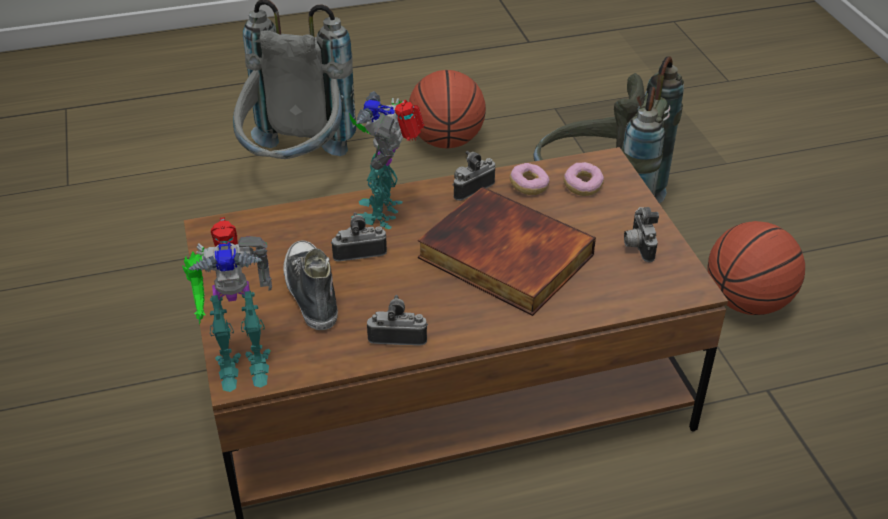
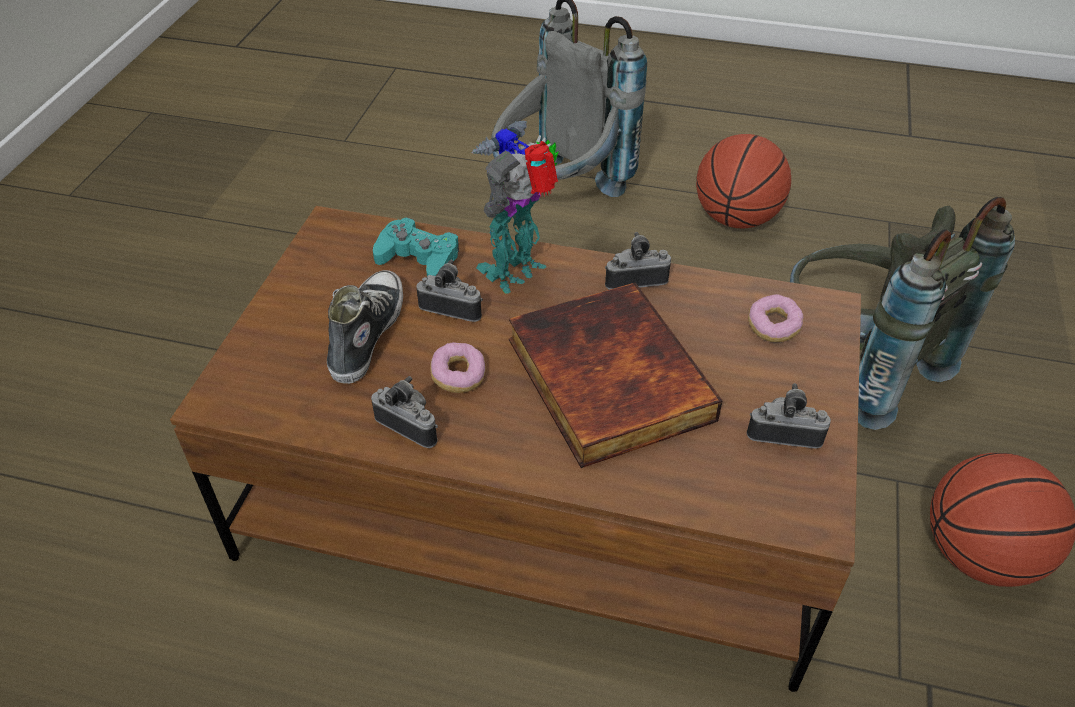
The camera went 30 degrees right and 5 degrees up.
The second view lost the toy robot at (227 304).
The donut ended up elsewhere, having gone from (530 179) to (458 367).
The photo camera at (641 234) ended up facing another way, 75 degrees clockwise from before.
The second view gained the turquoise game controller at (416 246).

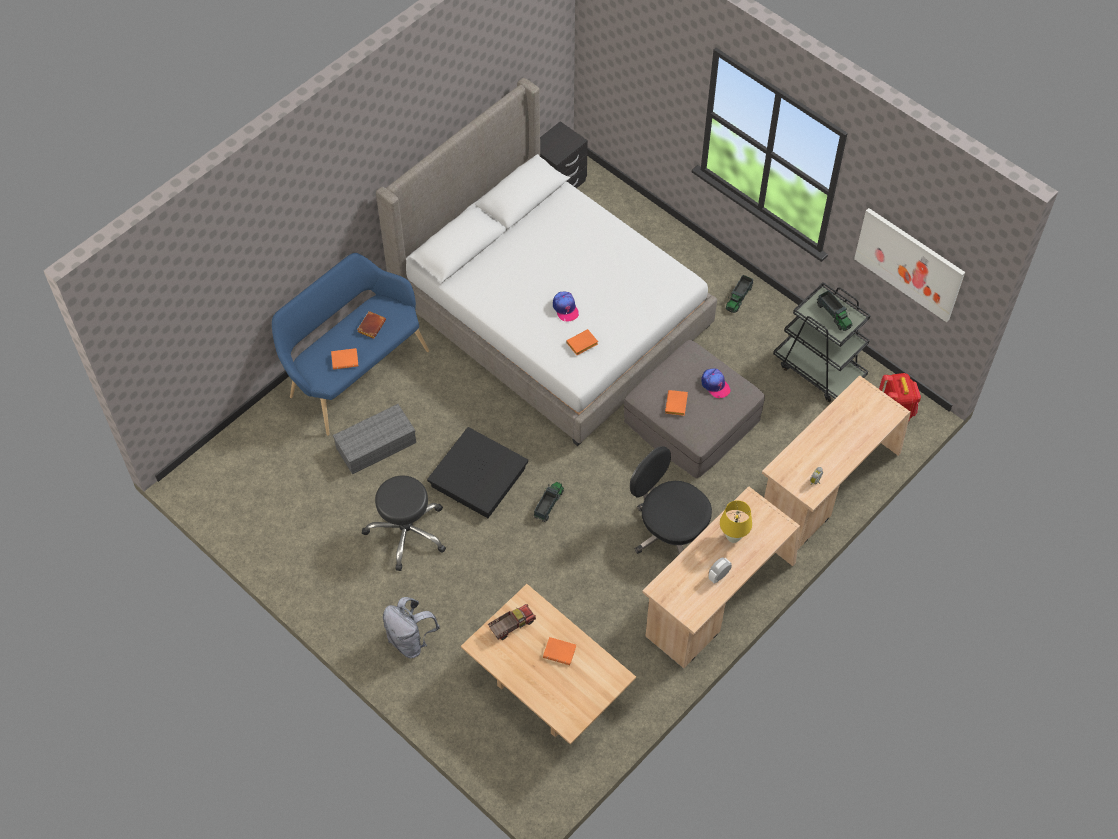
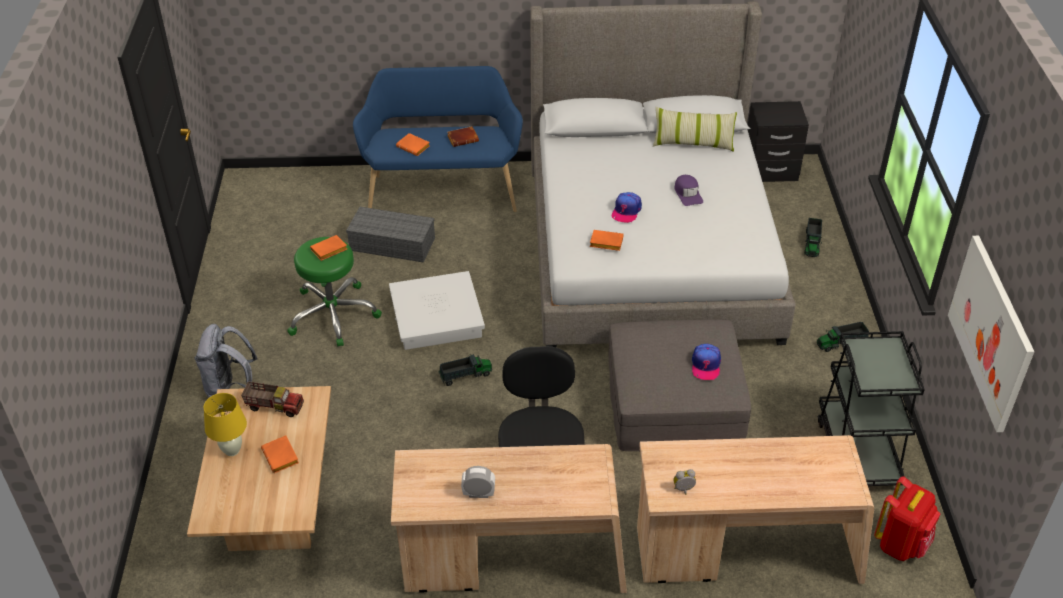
The camera went 45 degrees right and 15 degrees down.
What was the black stool at (404 523) turned into the green stool at (334 291).
What was the black storage box at (477 472) turned into the white storage box at (437 310).
The orange book ended up elsewhere, having gone from (676 403) to (328 248).
The yellow table lamp ended up elsewhere, having gone from (736 521) to (225 424).
The toy truck ended up elsewhere, having gone from (834 310) to (813 237).
The second view gained the pillow at (695 129).
The second view gained the purple cap at (688 190).

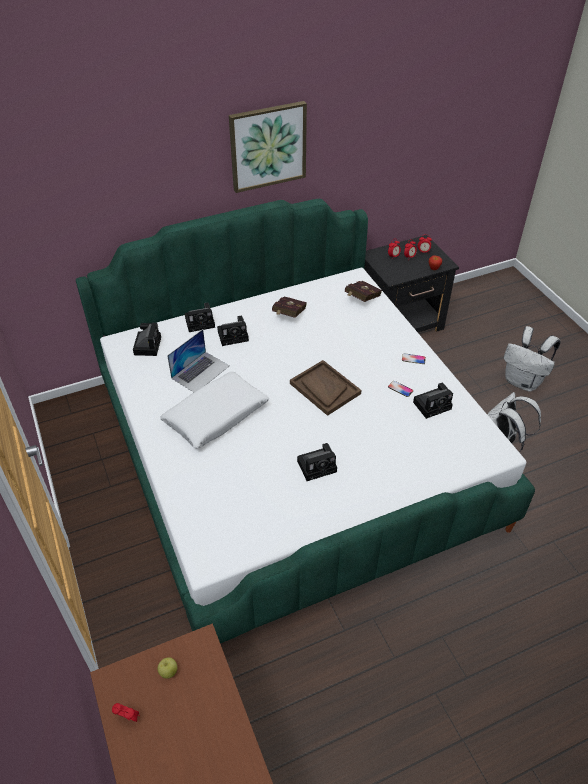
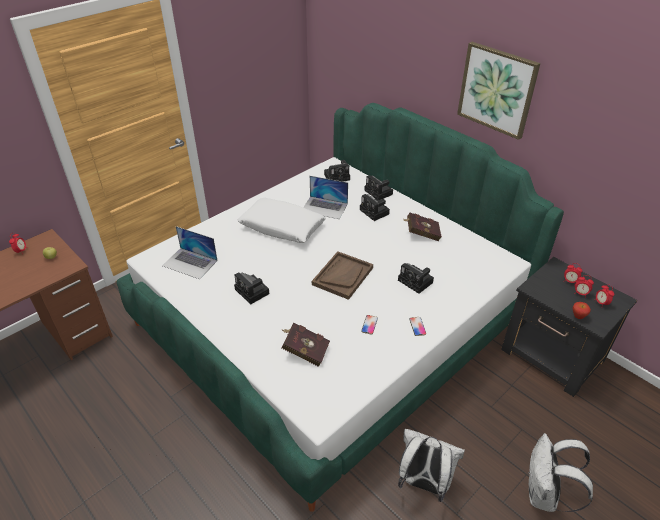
The camera went 70 degrees right and 5 degrees down.
The red book ended up elsewhere, having gone from (363 291) to (305 345).
The photo camera ended up elsewhere, having gone from (433 401) to (416 278).
The second view gained the laptop at (190 252).

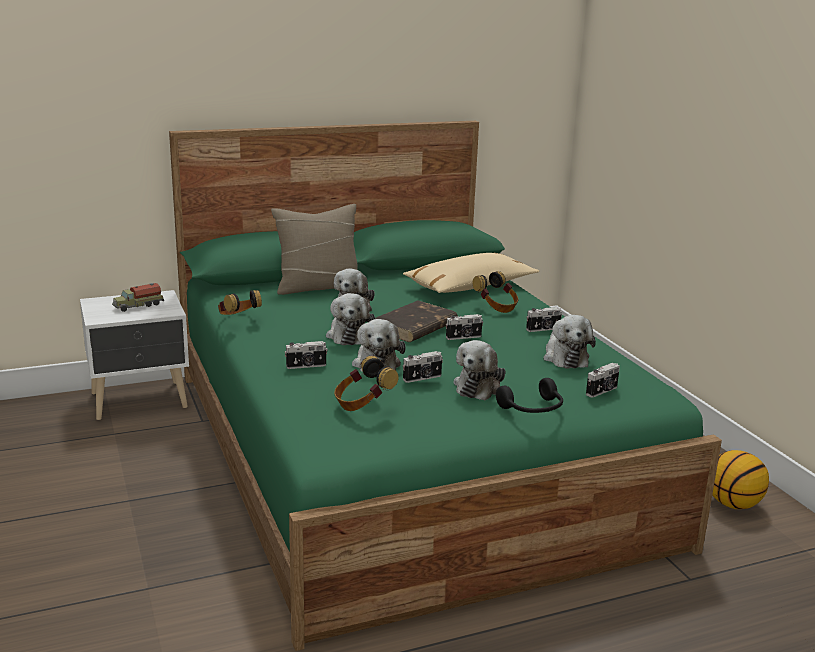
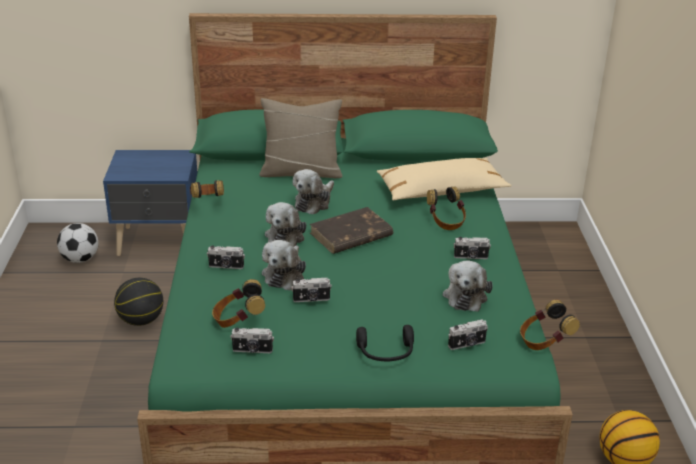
The camera went 20 degrees right and 10 degrees up.
What was the white nightstand at (134 355) turned into the blue nightstand at (150 203).
The second view lost the toy truck at (138 297).
The photo camera ended up elsewhere, having gone from (464 327) to (252 340).
The second view lost the plush toy at (479 370).
The second view gained the football at (78 243).
The second view gained the basketball at (138 302).
The second view gained the headphones at (550 325).

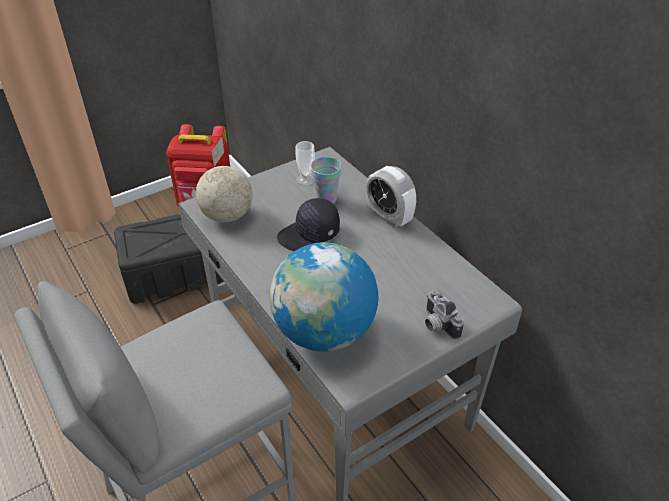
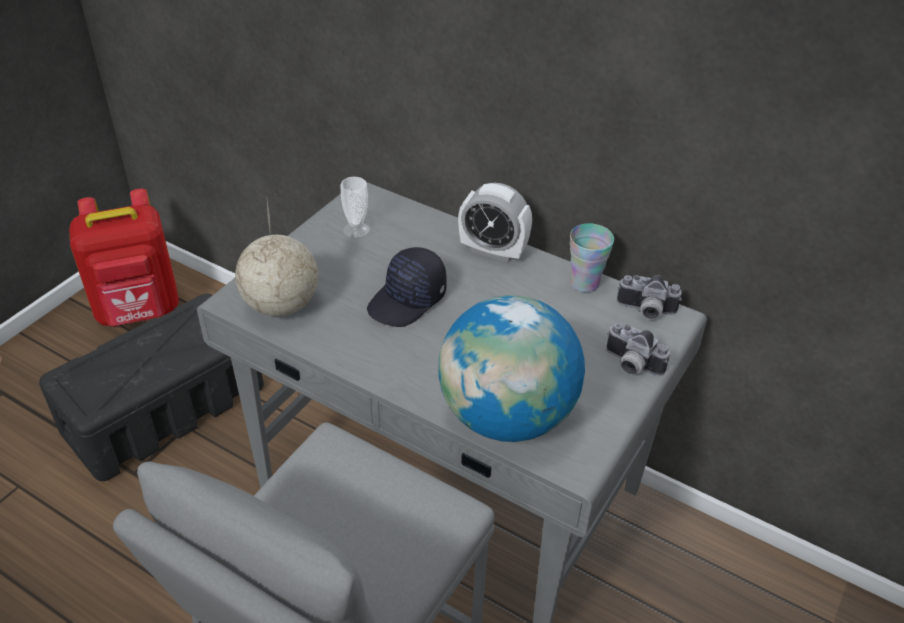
The camera went 25 degrees left and 0 degrees up.
The cup ended up elsewhere, having gone from (326 180) to (592 258).
The second view gained the photo camera at (649 297).

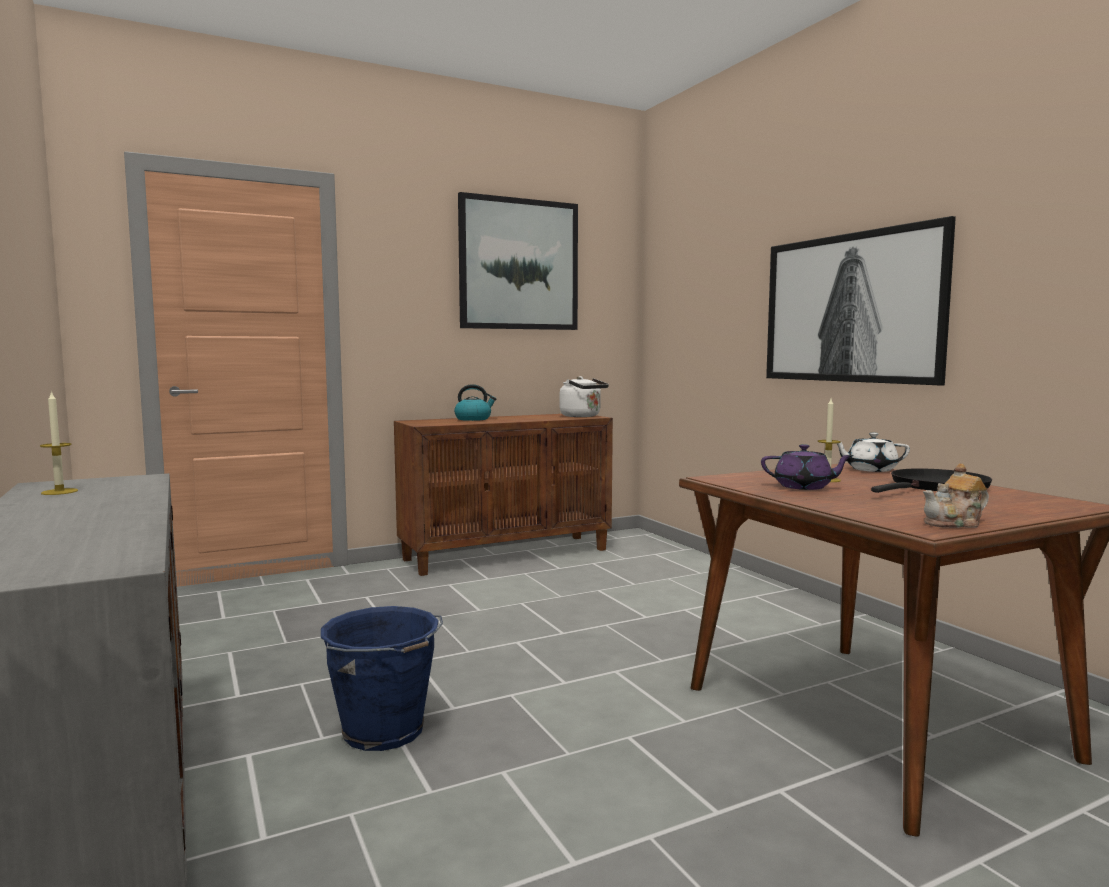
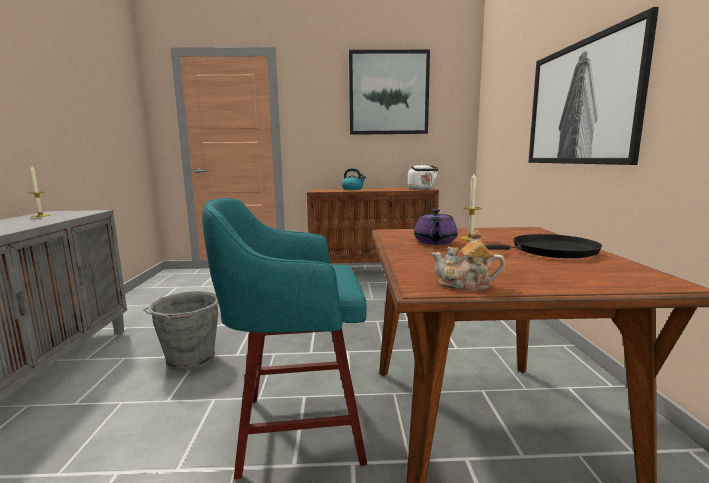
The camera went 25 degrees right and 5 degrees up.
What was the blue bucket at (382 678) turned into the grey bucket at (181 331).
The purple teapot at (807 467) ended up facing another way, 60 degrees clockwise from before.
The second view lost the white teapot at (873 452).
The second view gained the turquoise stool at (284 338).

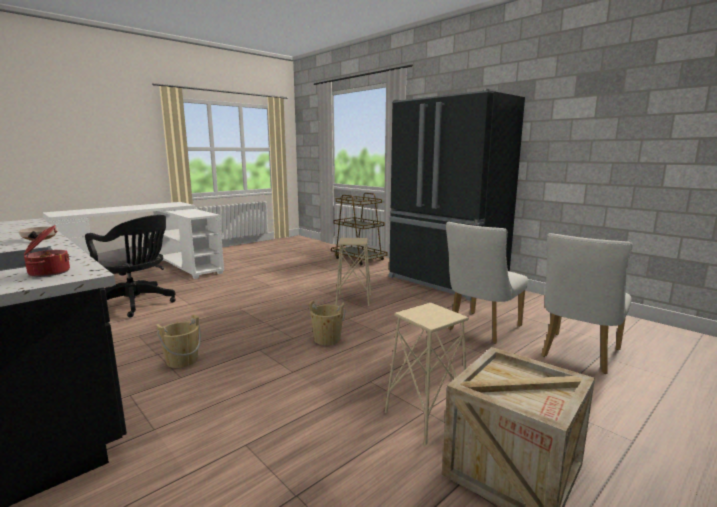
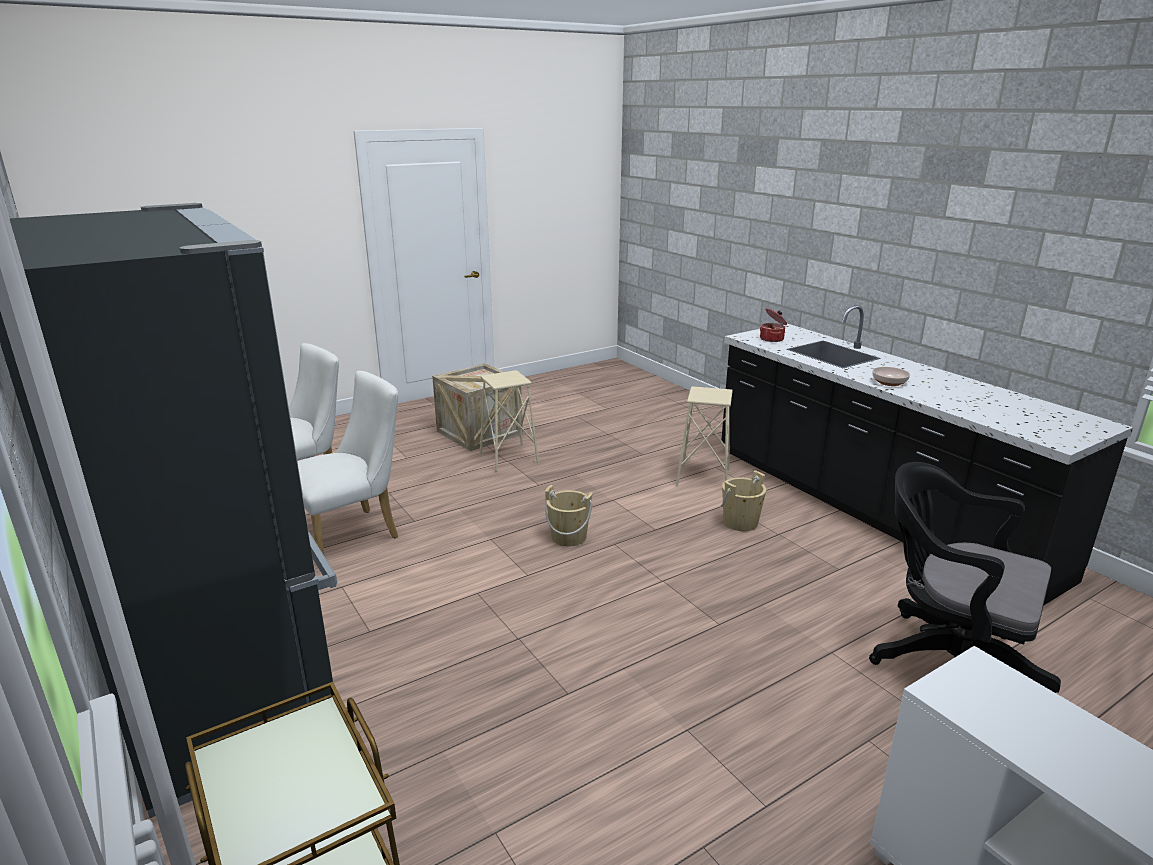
The camera went 170 degrees left and 10 degrees up.
The beige stool ended up elsewhere, having gone from (353 272) to (704 436).

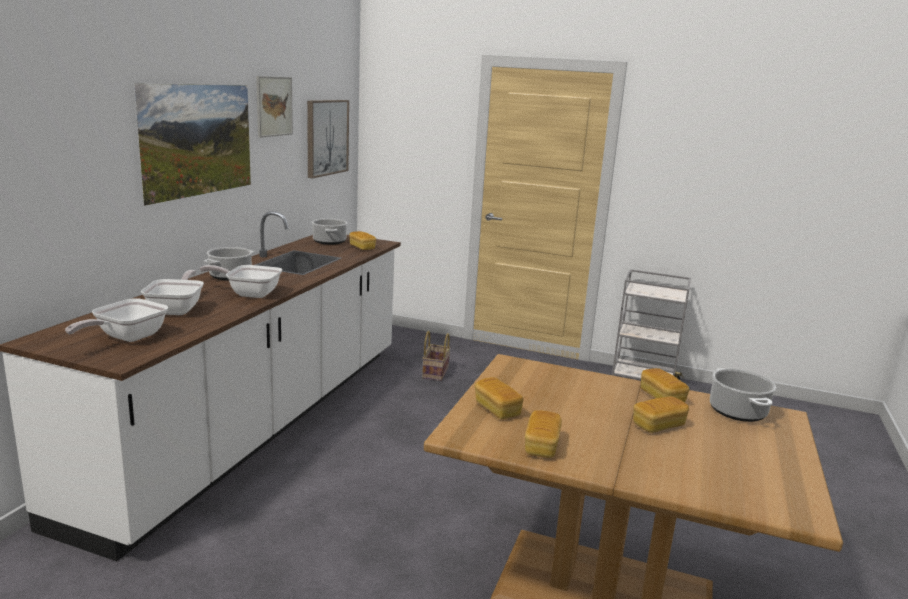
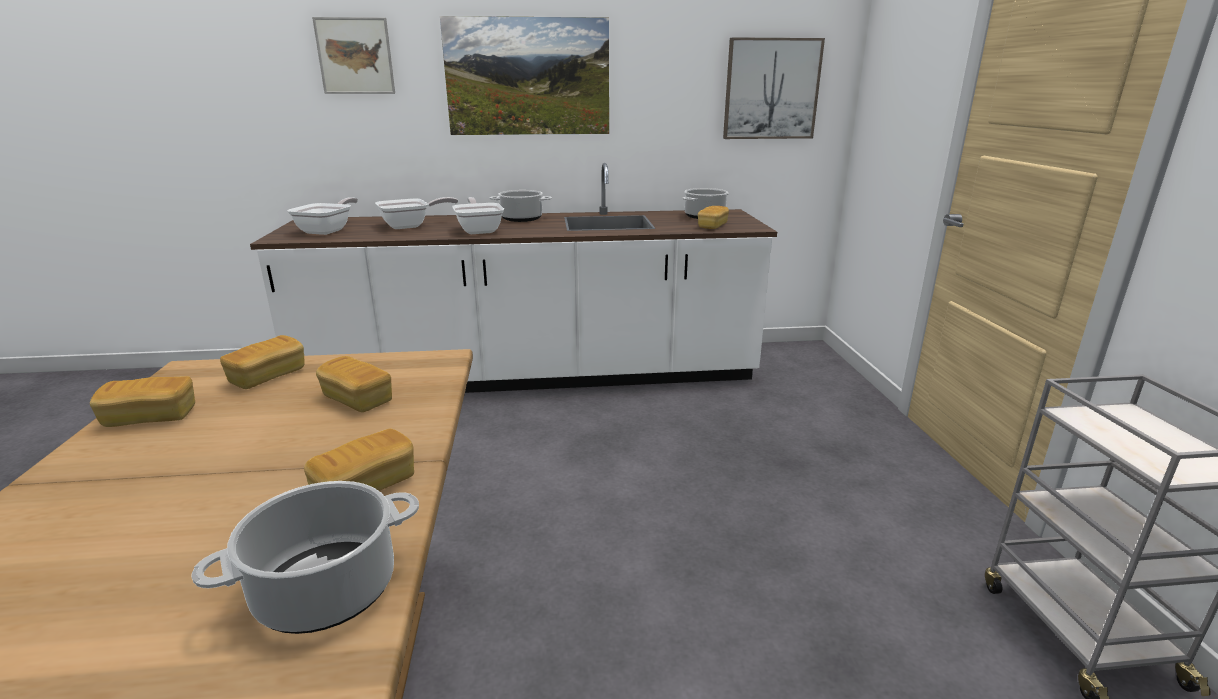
The camera went 65 degrees right and 5 degrees up.
The frying pan at (116 320) ended up facing another way, 105 degrees clockwise from before.
The picture ended up elsewhere, having gone from (274 107) to (353 55).
The second view lost the basket at (436 356).
The bread ended up elsewhere, having gone from (661 414) to (354 384).

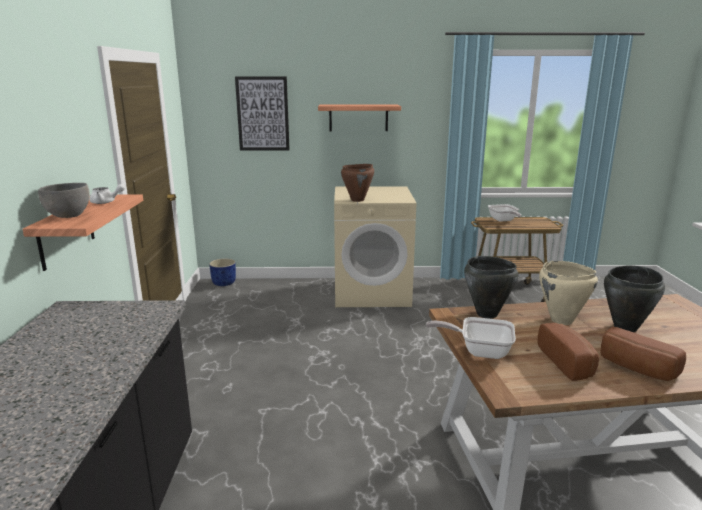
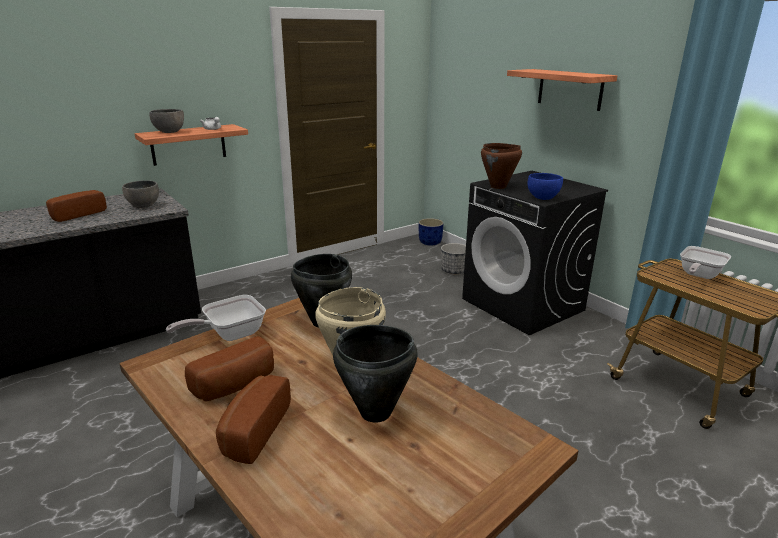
The camera went 55 degrees right and 5 degrees up.
The second view lost the picture at (262 113).
What was the beige washing machine at (375 246) turned into the black washing machine at (535 253).
The frying pan at (471 338) ended up facing another way, 105 degrees counterclockwise from before.
The second view gained the bread at (76 206).
The second view gained the grey bowl at (140 194).
The second view gained the planter at (453 258).
The second view gained the blue bowl at (545 186).

